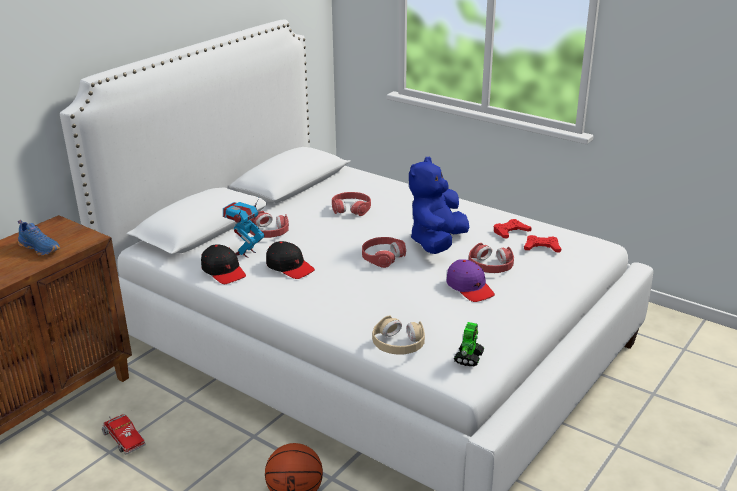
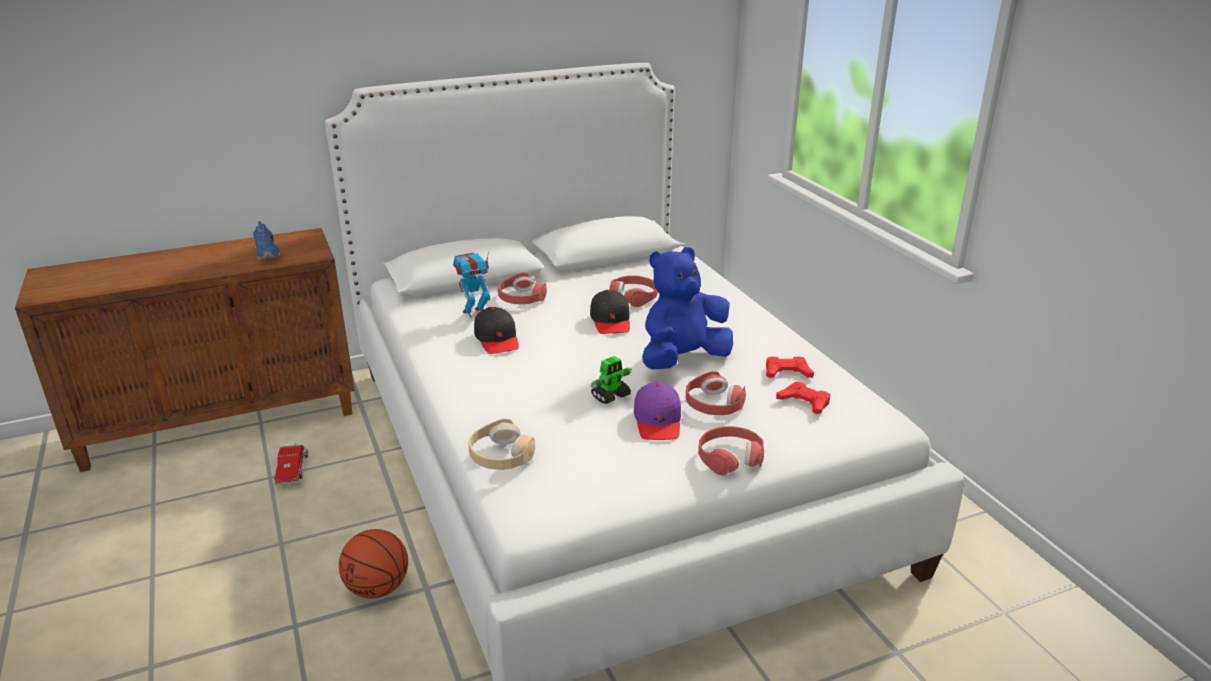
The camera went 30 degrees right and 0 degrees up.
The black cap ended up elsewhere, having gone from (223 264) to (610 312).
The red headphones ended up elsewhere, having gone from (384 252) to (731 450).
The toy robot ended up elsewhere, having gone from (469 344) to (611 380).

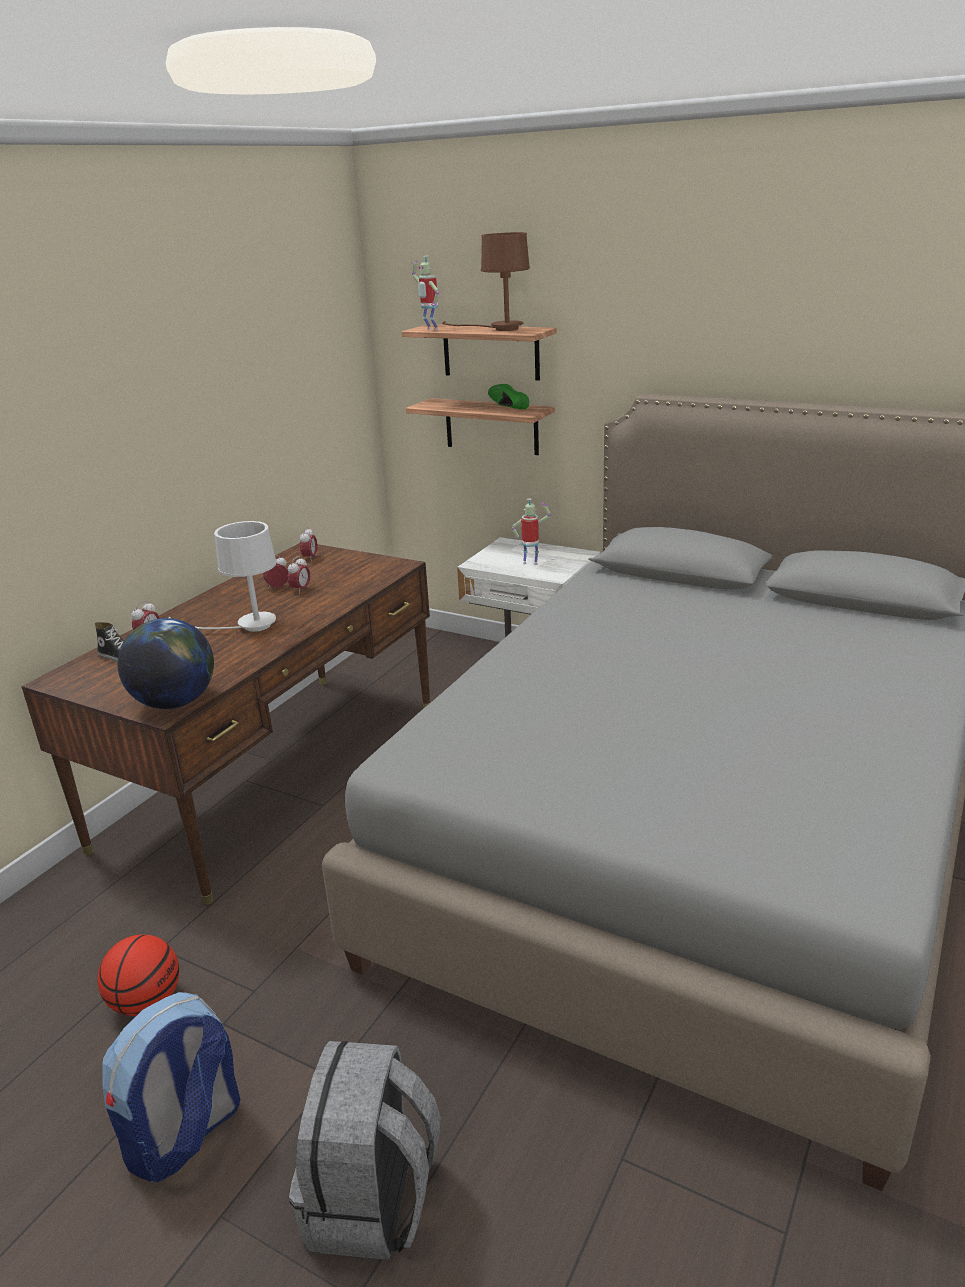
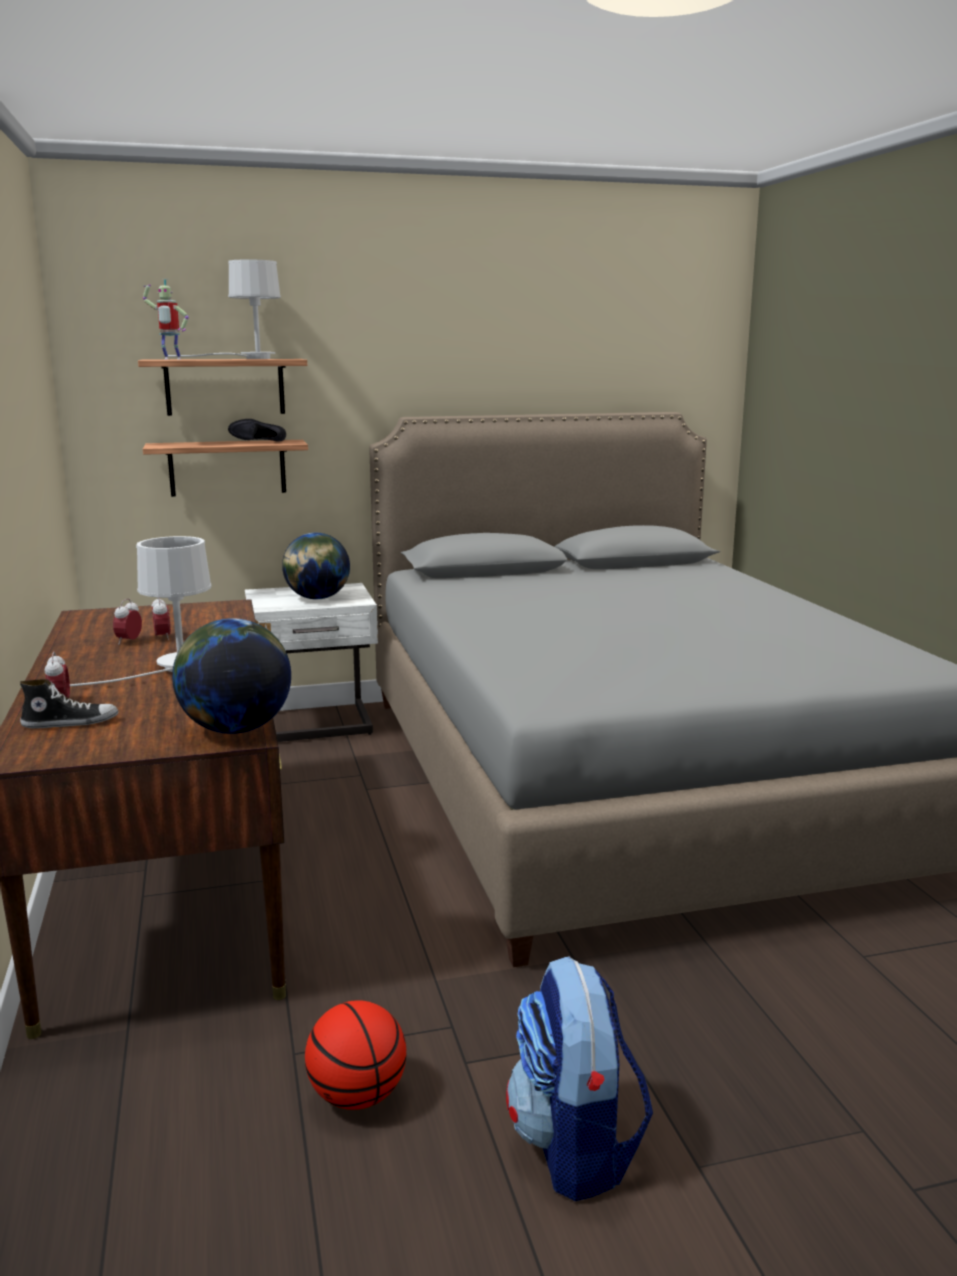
The camera went 45 degrees left and 10 degrees down.
The second view lost the grey backpack at (365 1150).
The second view lost the alarm clock at (308 542).
What was the brown table lamp at (486 281) turned into the white table lamp at (224 309).
What was the green shoe at (508 396) turned into the black shoe at (257 430).
Where the toy robot stood at (531 531), the globe came to stand at (316 566).

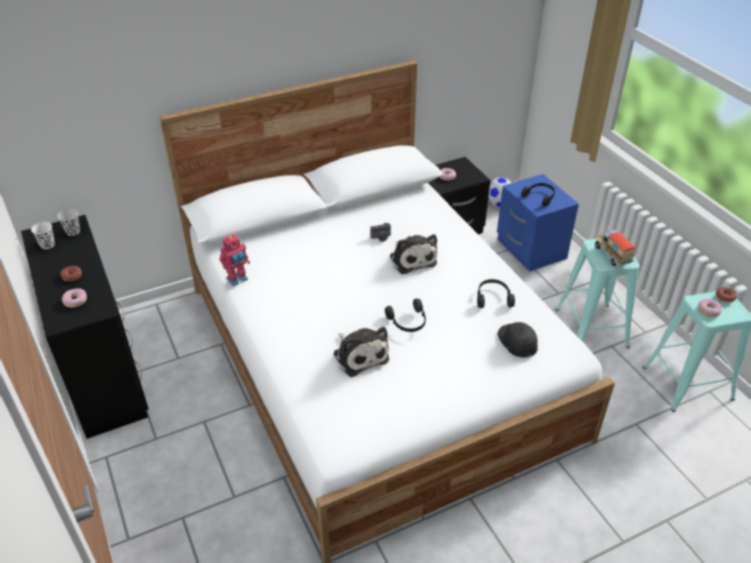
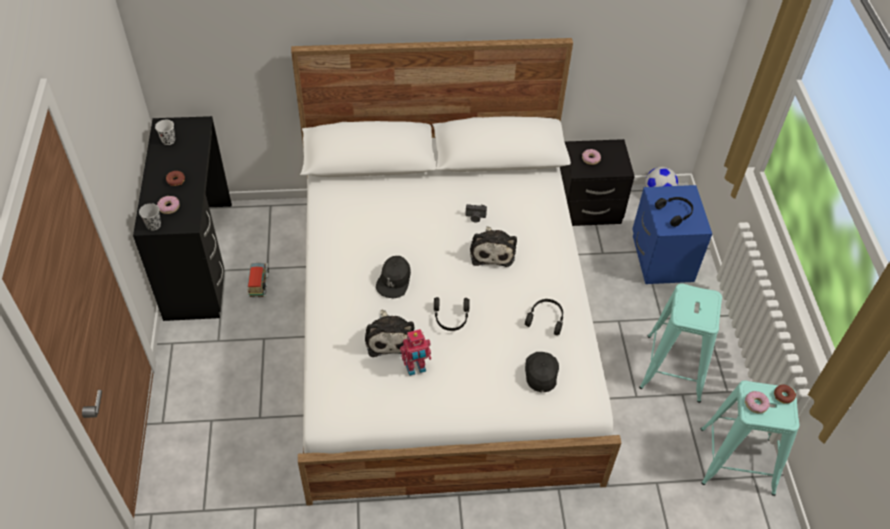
The camera went 20 degrees right and 10 degrees up.
The black cup ended up elsewhere, having gone from (68 222) to (150 216).
The toy robot ended up elsewhere, having gone from (234 260) to (415 352).
The toy truck ended up elsewhere, having gone from (615 248) to (258 280).
The second view gained the black cap at (393 277).

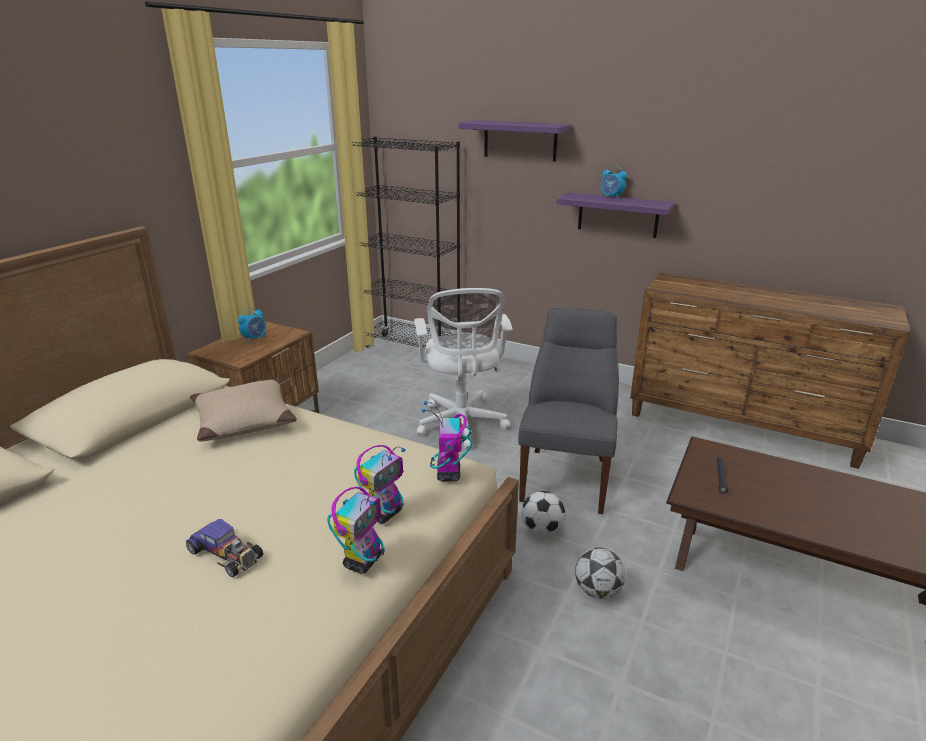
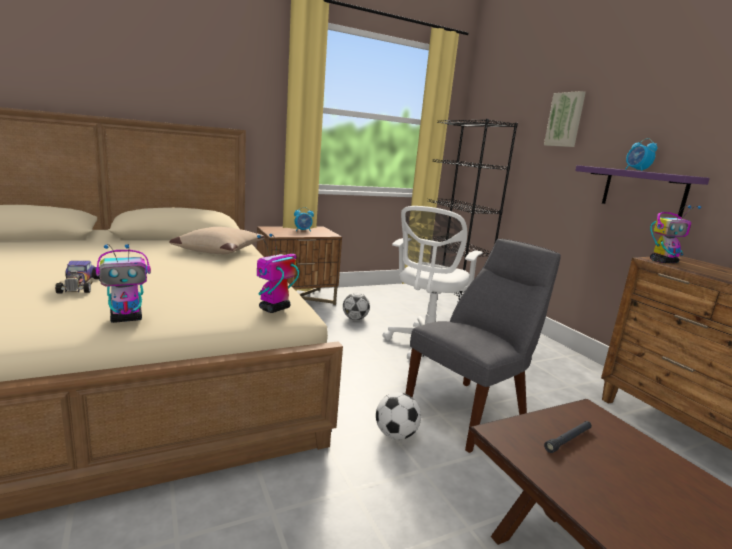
The camera went 35 degrees right and 10 degrees down.
The toy robot ended up elsewhere, having gone from (380 484) to (675 234).
Where the purple shelf hung at (515 141), the picture came to hang at (565 119).
The football ended up elsewhere, having gone from (600 573) to (356 306).

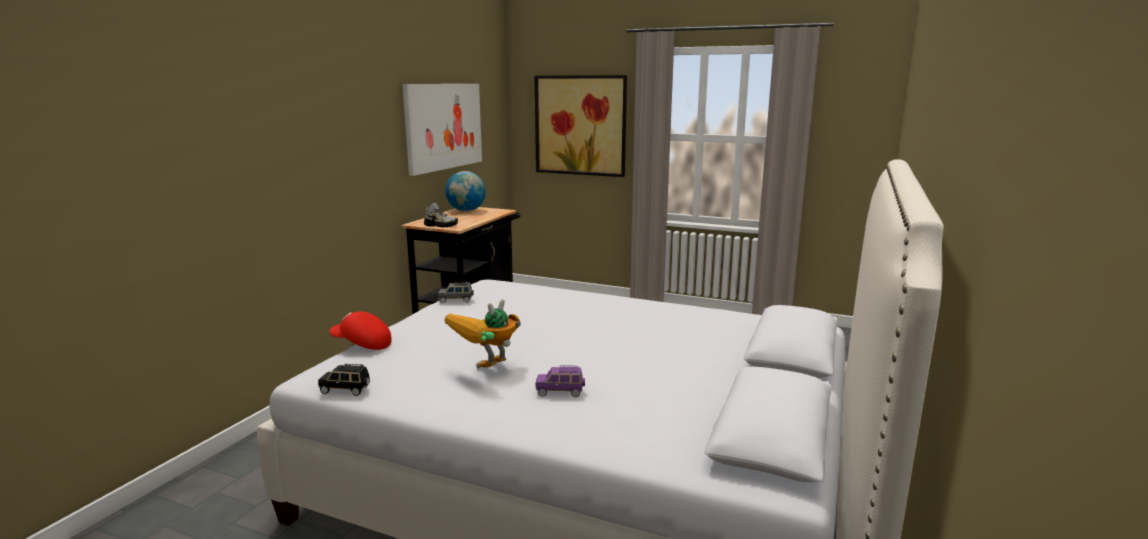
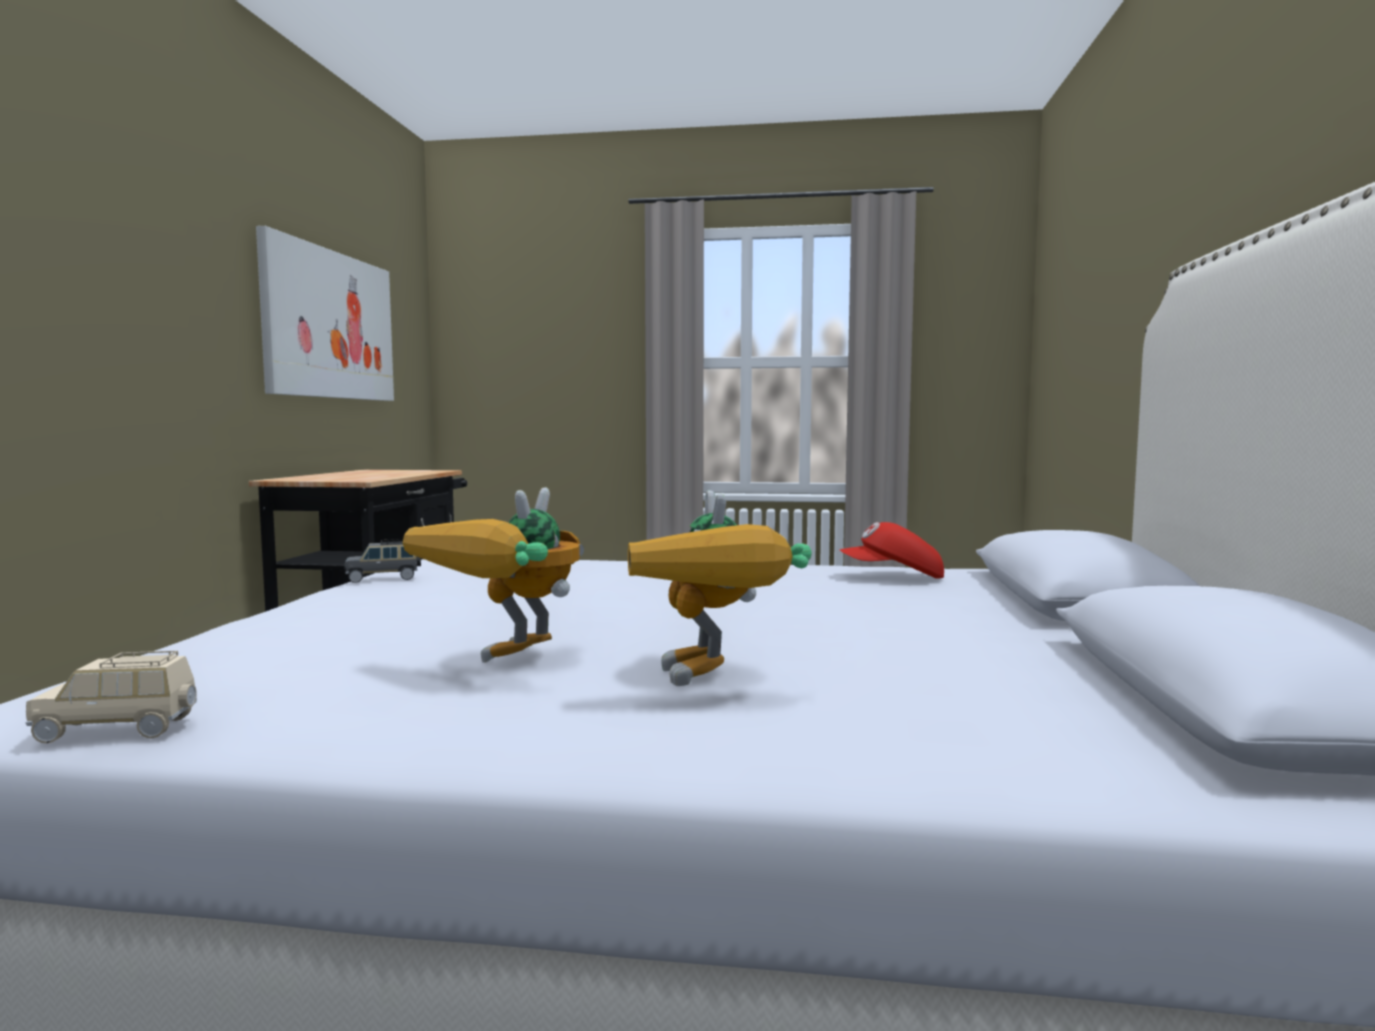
The camera went 15 degrees left and 10 degrees down.
What was the black toy car at (344 380) turned into the beige toy car at (111 697).
The red cap ended up elsewhere, having gone from (361 330) to (892 550).
The second view lost the shoe at (441 215).
The second view lost the globe at (465 191).
The second view lost the picture at (580 126).
Where the purple toy car stood at (560 381), the toy robot came to stand at (720 588).

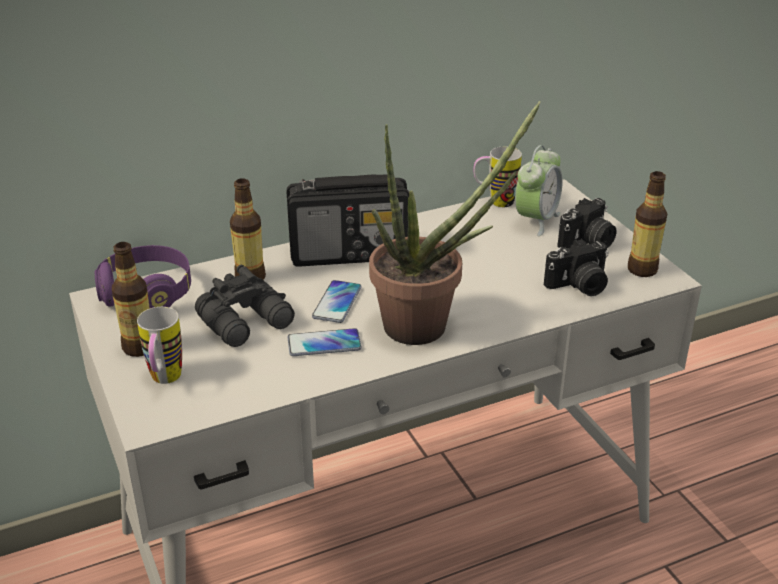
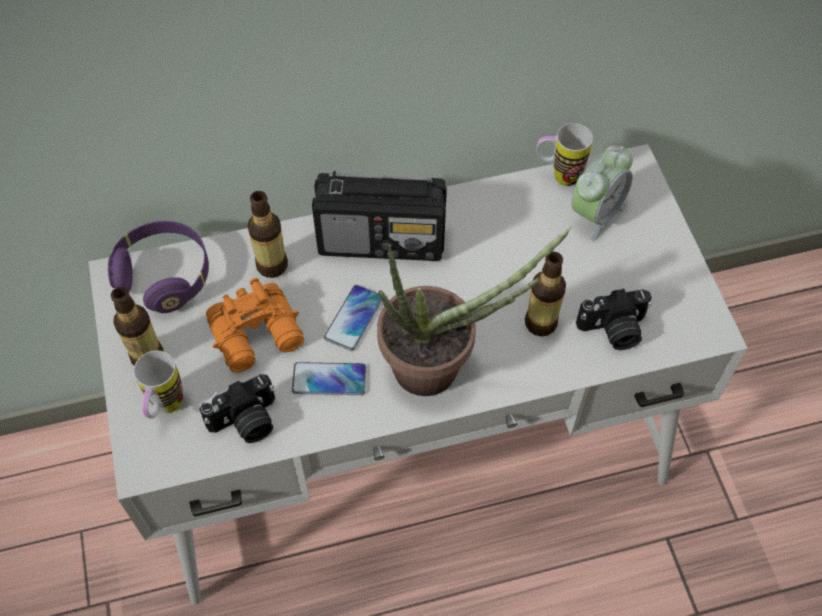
The camera went 10 degrees right and 25 degrees up.
What was the black binoculars at (245 306) turned into the orange binoculars at (255 325).
The photo camera ended up elsewhere, having gone from (586 223) to (237 408).
The bottle ended up elsewhere, having gone from (647 224) to (545 294).

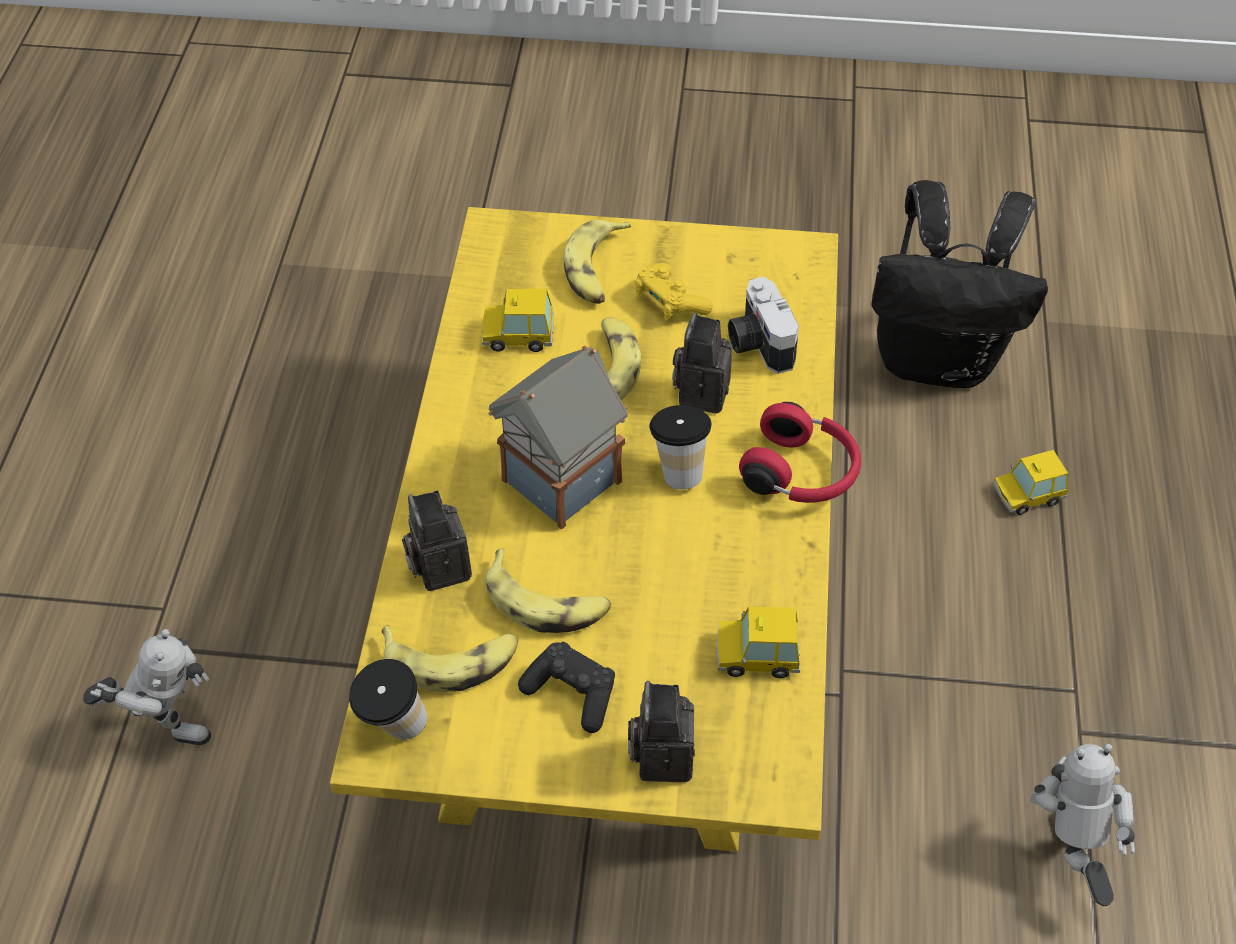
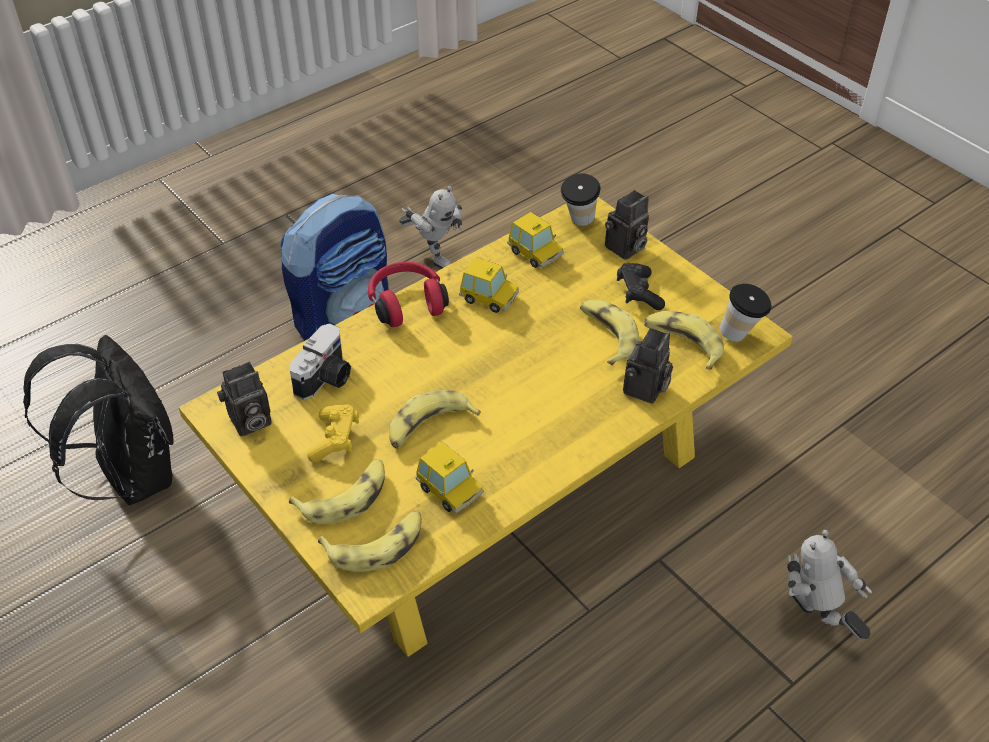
The camera went 135 degrees left and 5 degrees down.
The second view lost the toy house at (558 438).
The cup ended up elsewhere, having gone from (680 447) to (580 199).
The photo camera ended up elsewhere, having gone from (702 363) to (244 399).
The toy car ended up elsewhere, having gone from (1030 482) to (489 285).
The toy robot at (1082 825) ended up facing another way, 90 degrees counterclockwise from before.
The second view gained the backpack at (334 267).
The second view gained the banana at (370 541).

